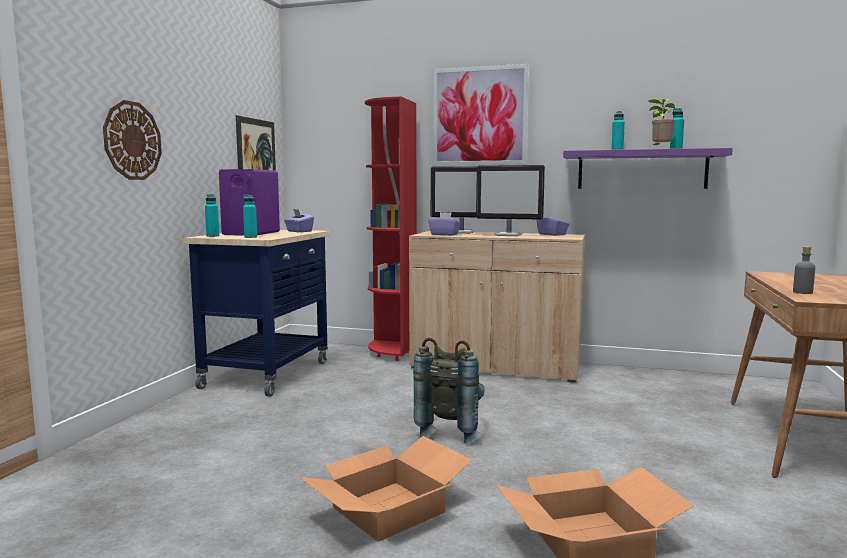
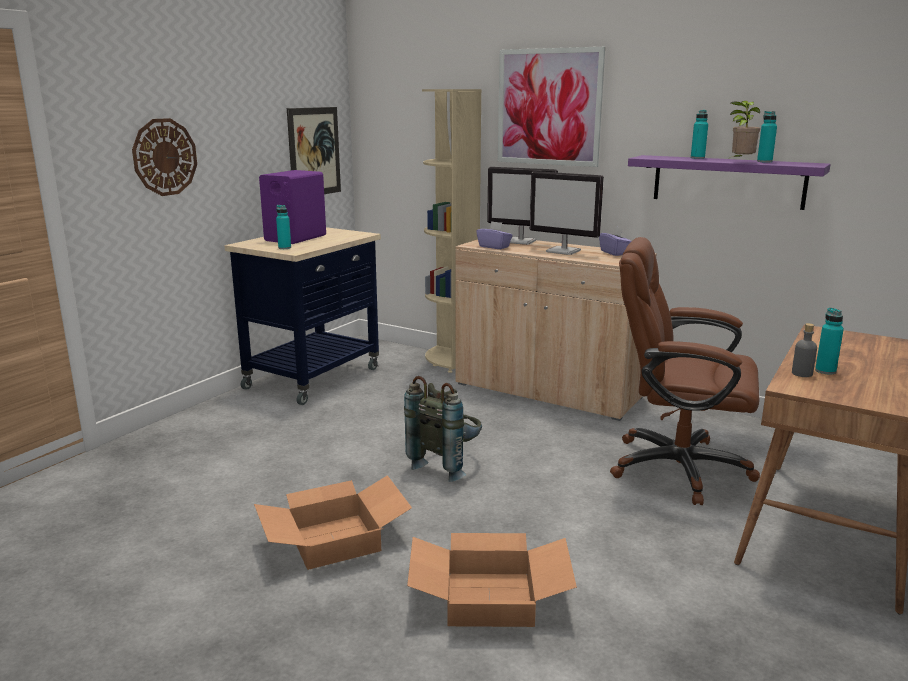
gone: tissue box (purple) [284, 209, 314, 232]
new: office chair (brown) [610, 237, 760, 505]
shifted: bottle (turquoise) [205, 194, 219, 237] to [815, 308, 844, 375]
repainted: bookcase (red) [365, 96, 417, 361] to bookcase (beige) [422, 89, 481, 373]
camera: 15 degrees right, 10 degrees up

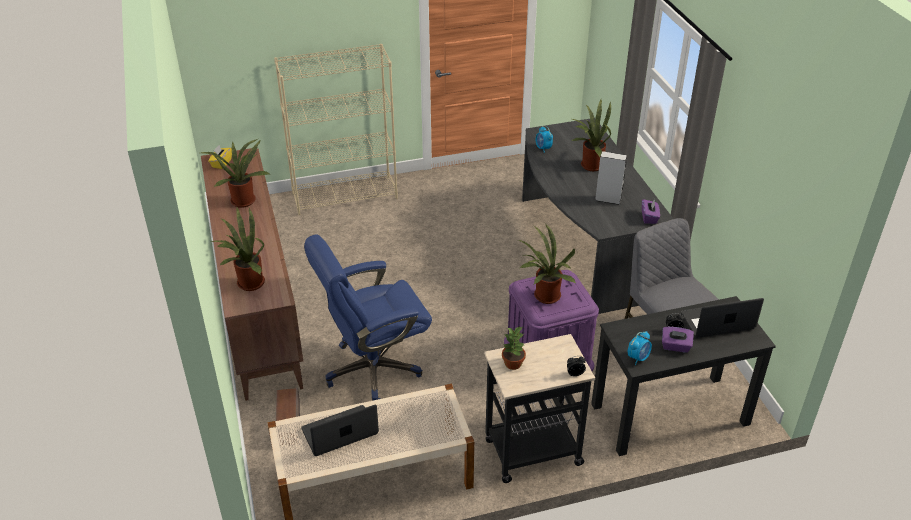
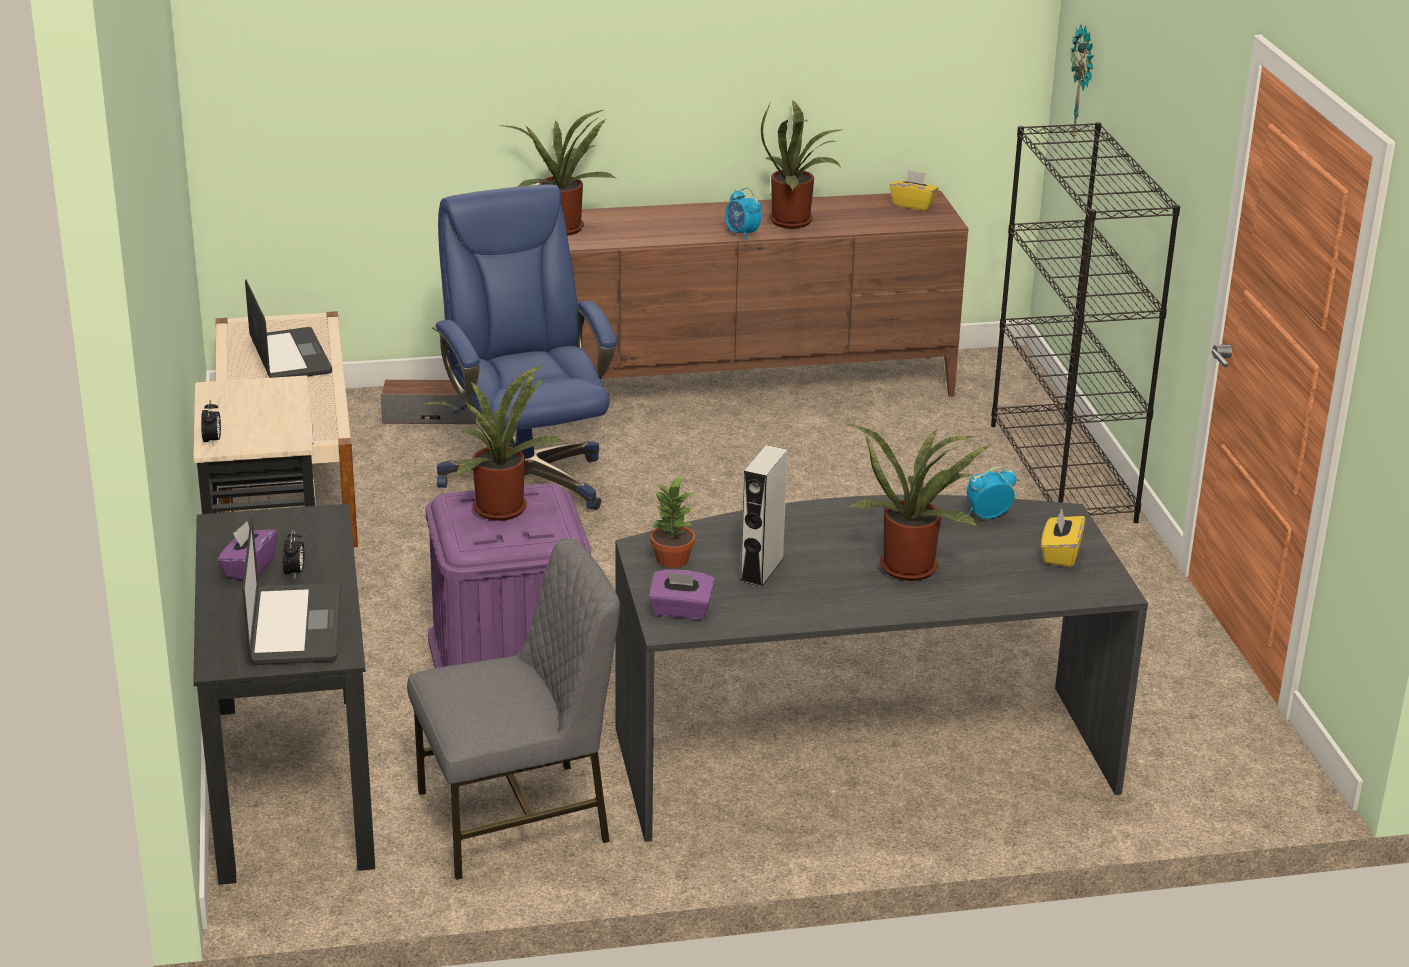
new: tissue box (yellow) [1041, 508, 1085, 567]; wall clock [1071, 24, 1094, 141]
shifted: potted plant [502, 327, 526, 370] to [649, 476, 695, 568]; alarm clock [628, 331, 652, 365] to [725, 188, 761, 240]
repainted: bookcase (beige) [274, 44, 398, 215] to bookcase (black) [991, 122, 1180, 523]
camera: 95 degrees right, 10 degrees down

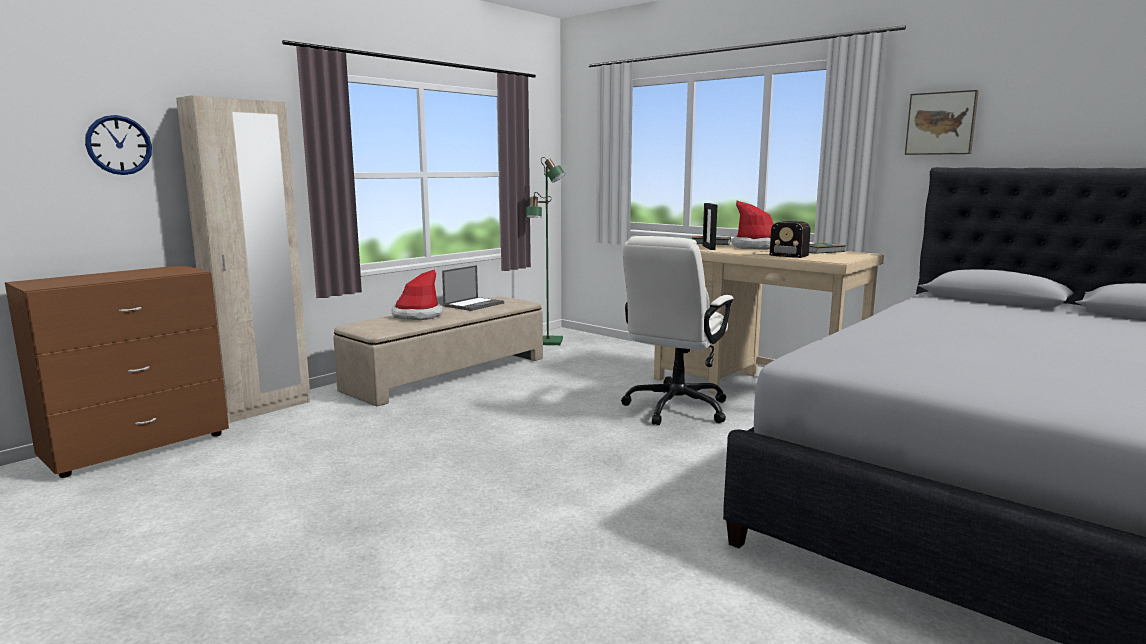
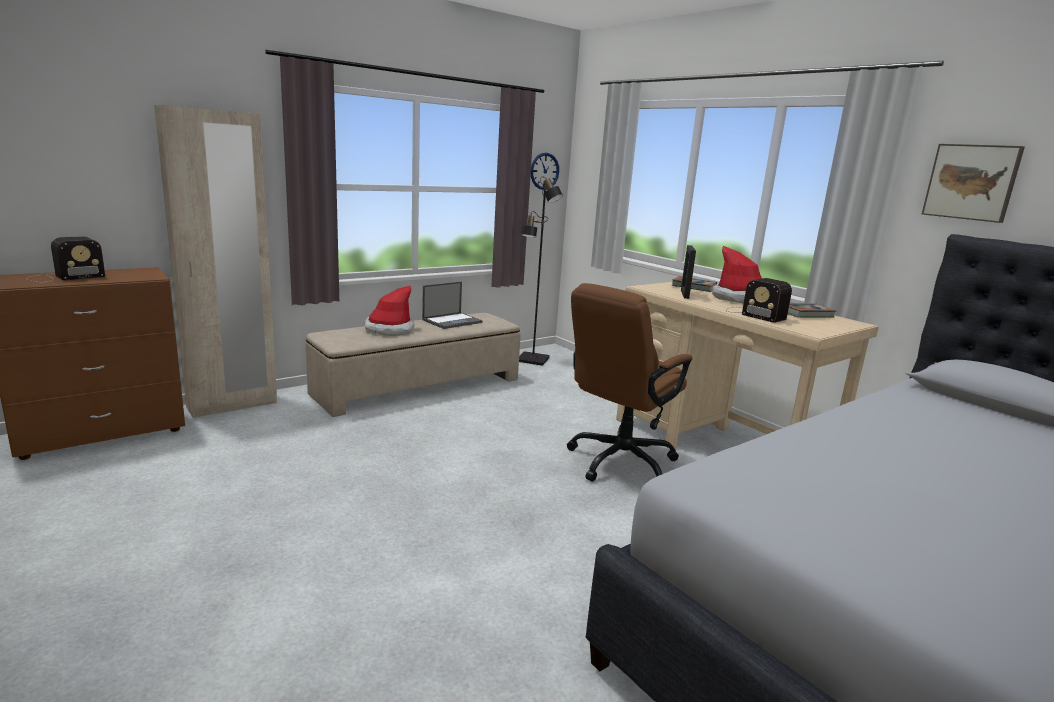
new: radio [26, 236, 105, 283]
shifted: wall clock [85, 115, 152, 175] to [531, 153, 559, 190]
repainted: floor lamp (green) [526, 157, 565, 345] to floor lamp (black) [519, 176, 563, 366]; office chair (white) [621, 236, 733, 425] to office chair (brown) [567, 283, 692, 482]
camera: 10 degrees right, 5 degrees up

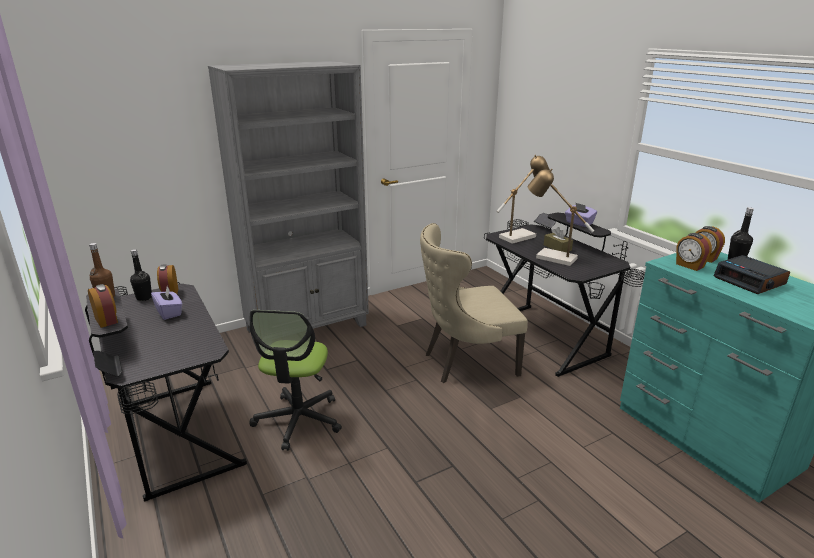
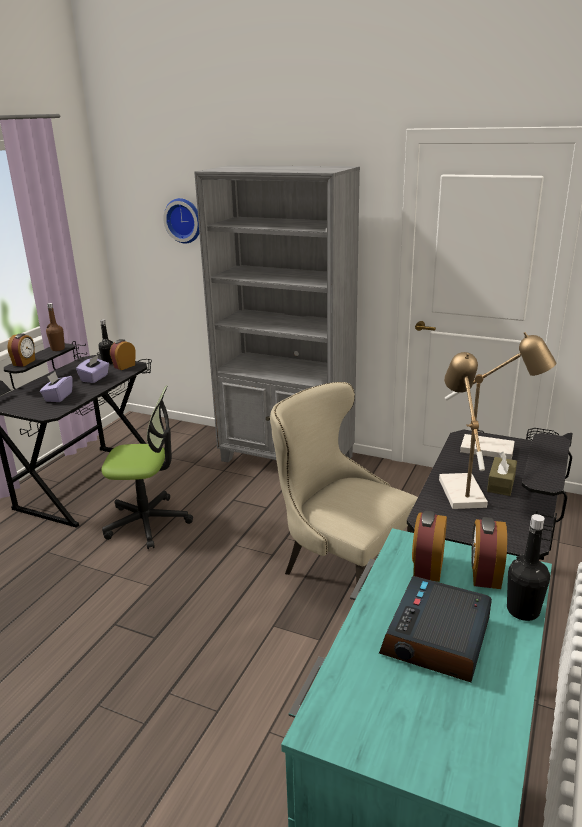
new: wall clock [163, 198, 199, 243]
shifted: tissue box (purple) [565, 202, 597, 227] to [40, 372, 73, 402]
rotated: office chair [250, 310, 342, 451] = [102, 385, 193, 549] 150 degrees counterclockwise
camera: 55 degrees right, 0 degrees up

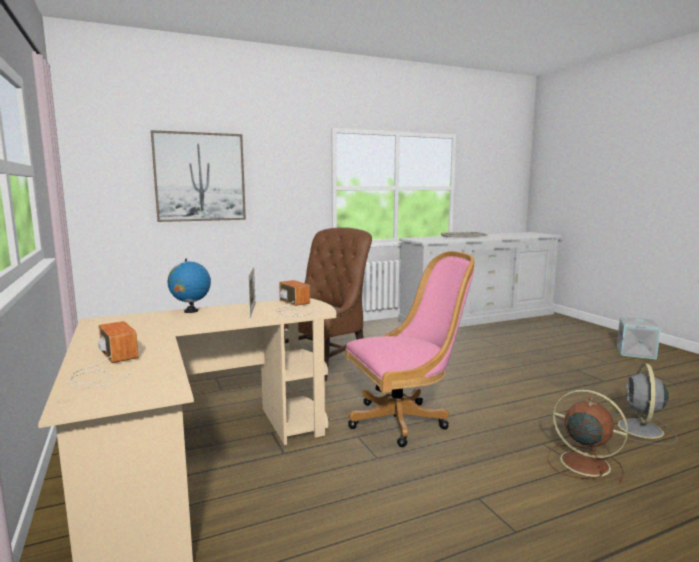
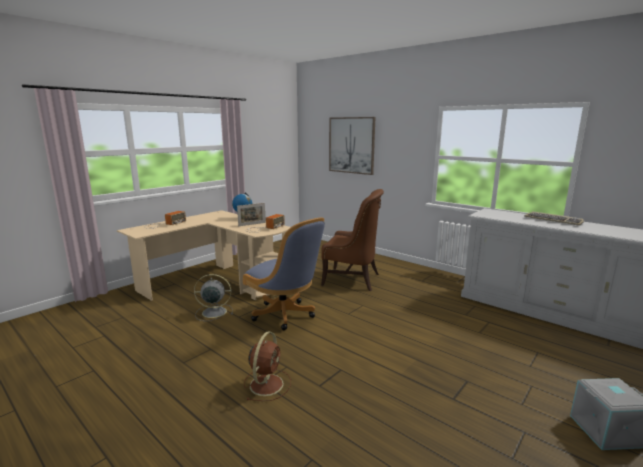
shifted: fan (grey) [612, 363, 677, 444] to [194, 274, 233, 321]
repainted: office chair (pink) [345, 251, 475, 447] to office chair (blue) [243, 217, 325, 330]
camera: 65 degrees right, 5 degrees up

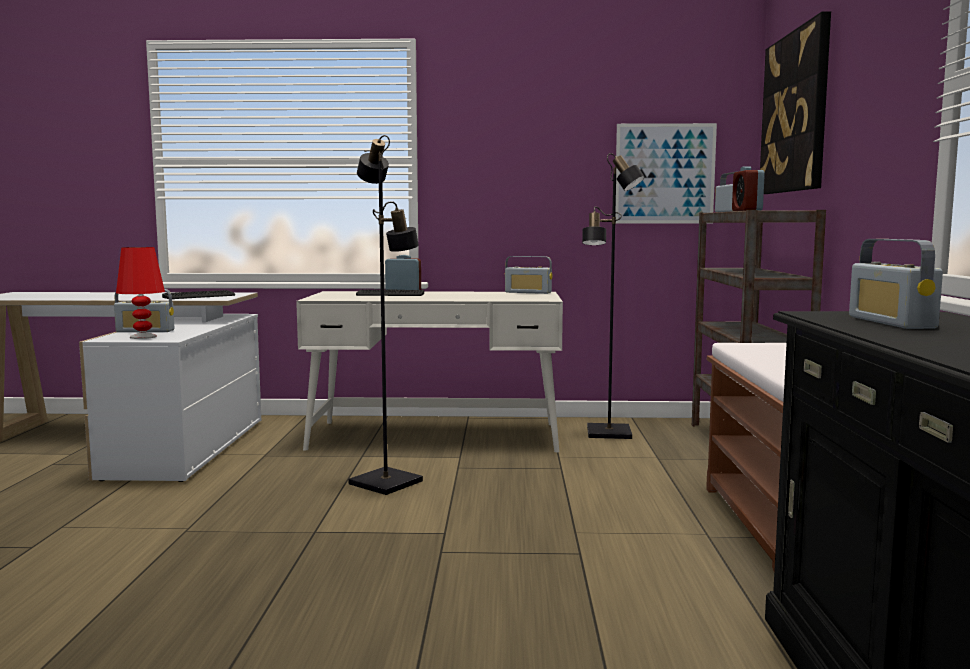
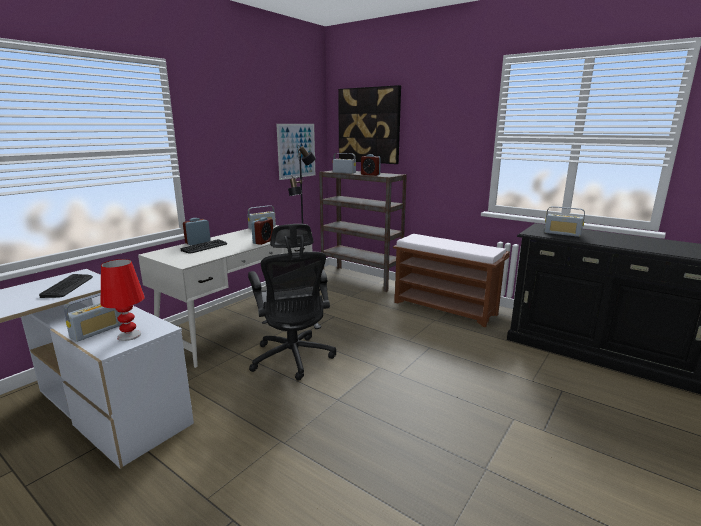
new: alarm clock [251, 217, 273, 245]
swapped: floor lamp (black) [349, 135, 423, 495] to office chair [248, 224, 336, 381]
camera: 55 degrees left, 10 degrees up

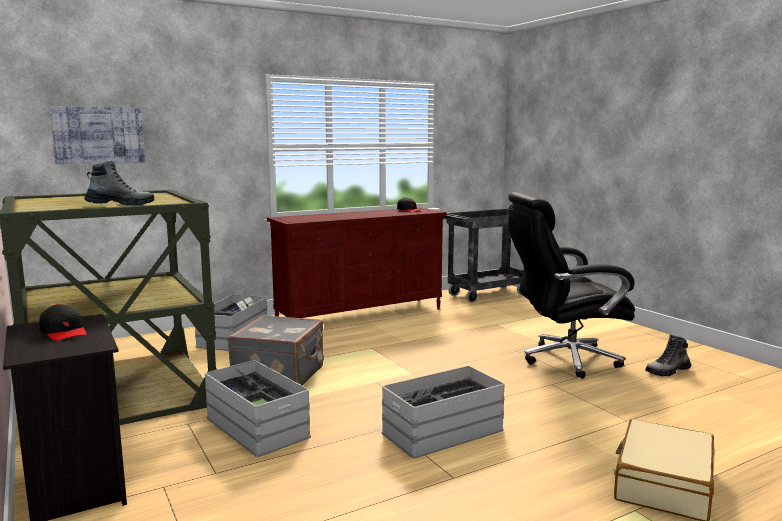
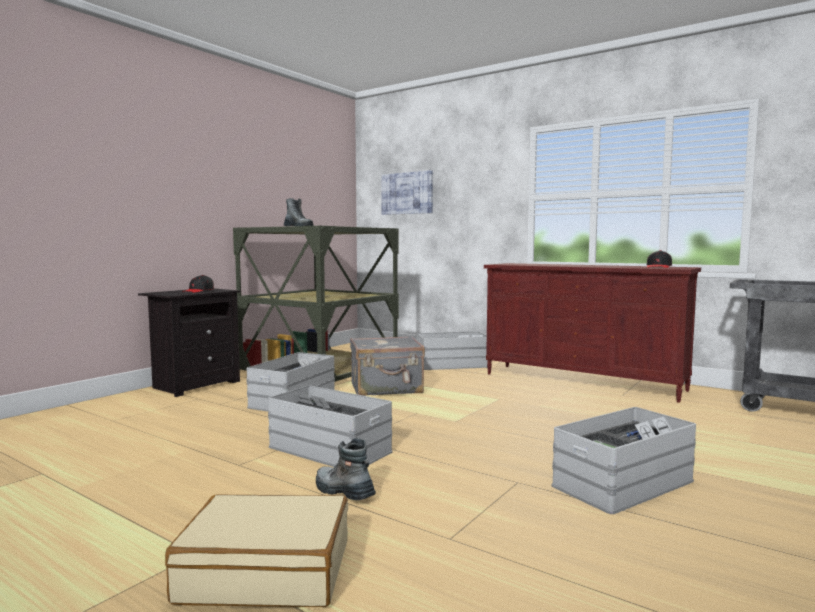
shifted: boot [645, 335, 691, 376] to [316, 438, 376, 500]
swapped: office chair (black) [508, 192, 635, 379] to storage box (grey) [552, 407, 696, 514]
camera: 65 degrees right, 5 degrees down

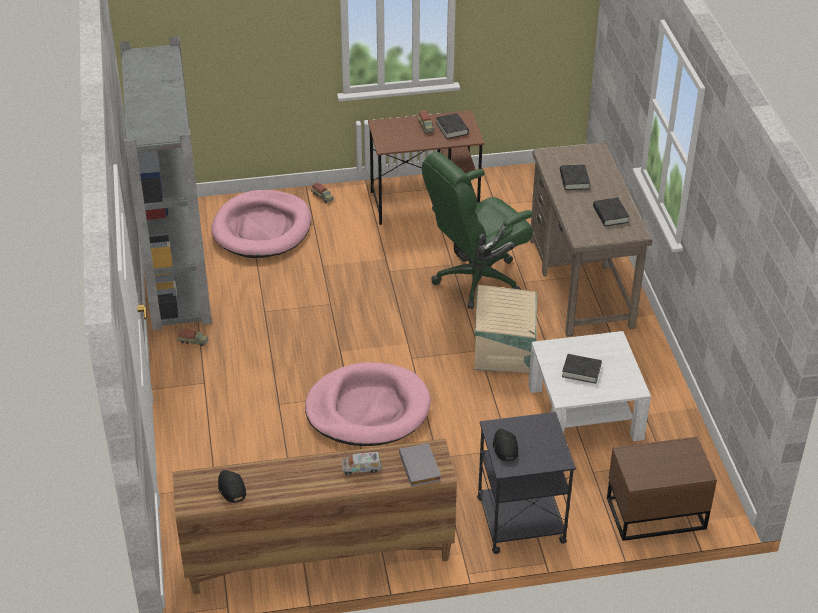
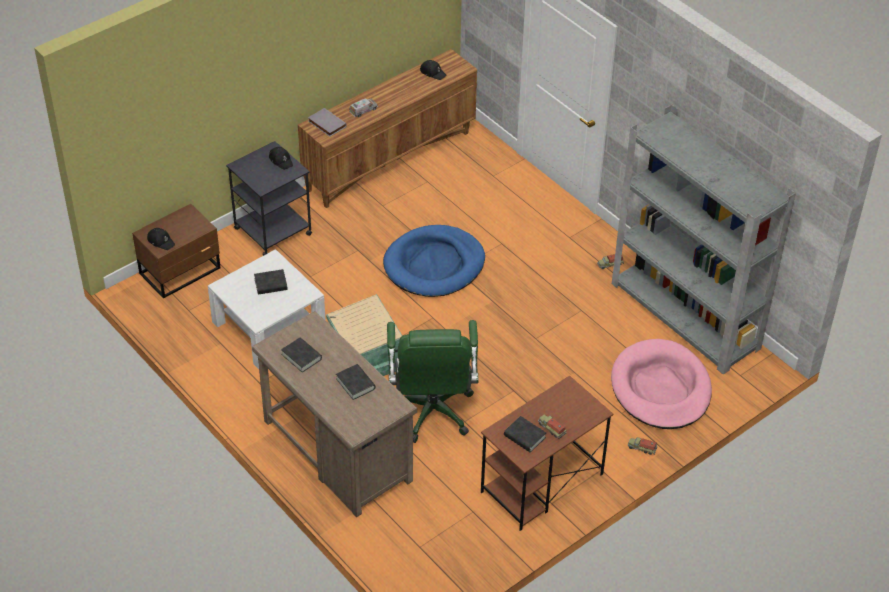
new: cap (black) [147, 228, 175, 250]
repainted: dog bed (pink) [305, 362, 431, 446] to dog bed (blue) [383, 225, 485, 297]
rotated: office chair (green) [422, 152, 533, 309] = [387, 320, 478, 443] 150 degrees clockwise
camera: 150 degrees right, 5 degrees up

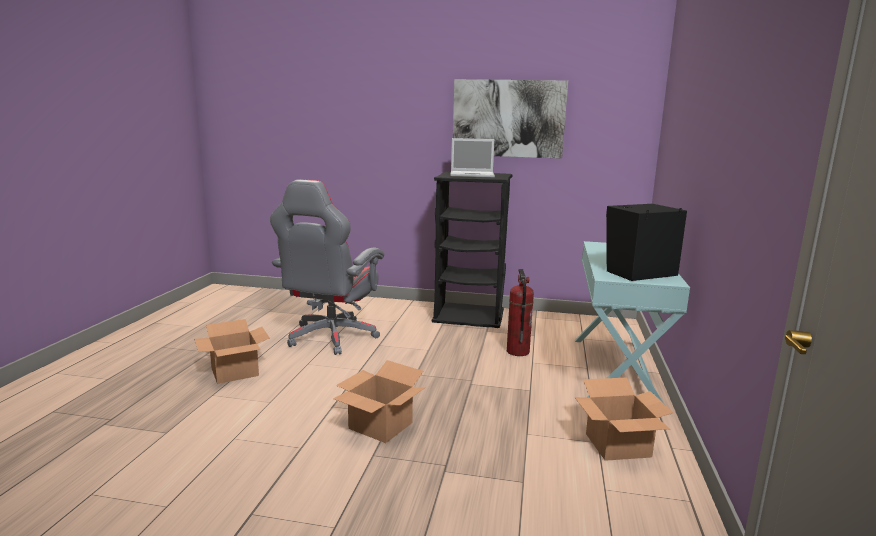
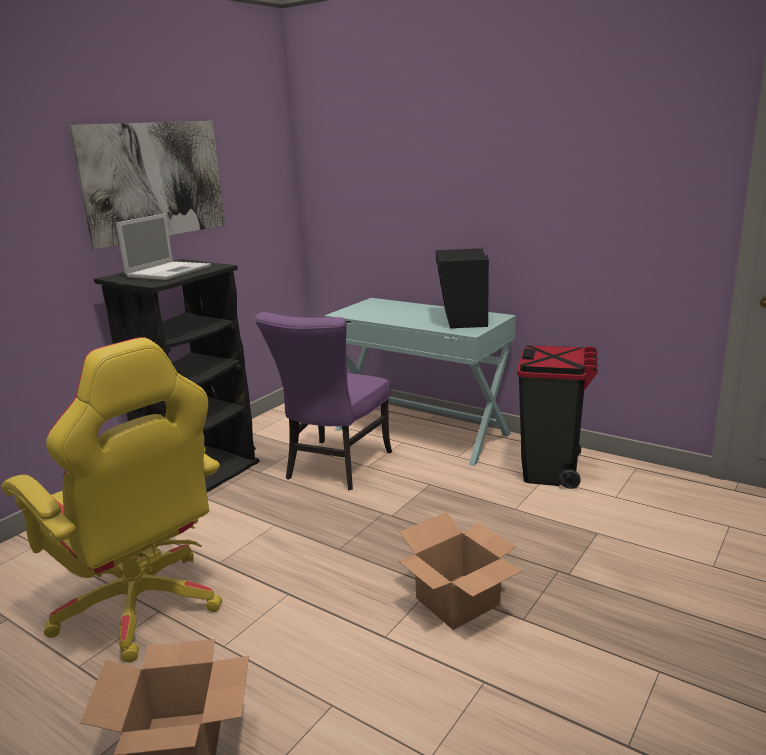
swapped: fire extinguisher [507, 269, 534, 356] to chair (purple) [254, 312, 392, 490]; cardboard box [575, 377, 673, 461] to trash can (black) [517, 345, 598, 489]
repainted: office chair (grey) [270, 179, 384, 355] to office chair (yellow) [2, 337, 222, 662]
camera: 65 degrees left, 5 degrees up

